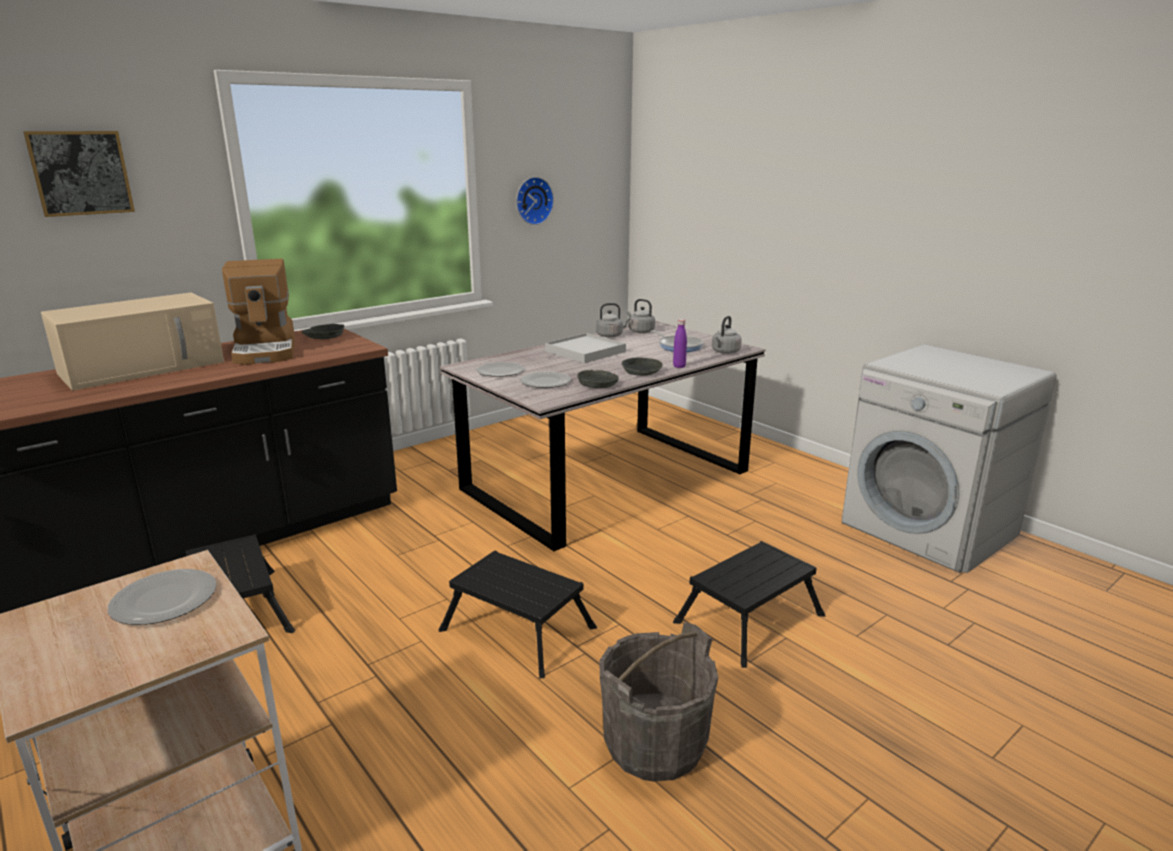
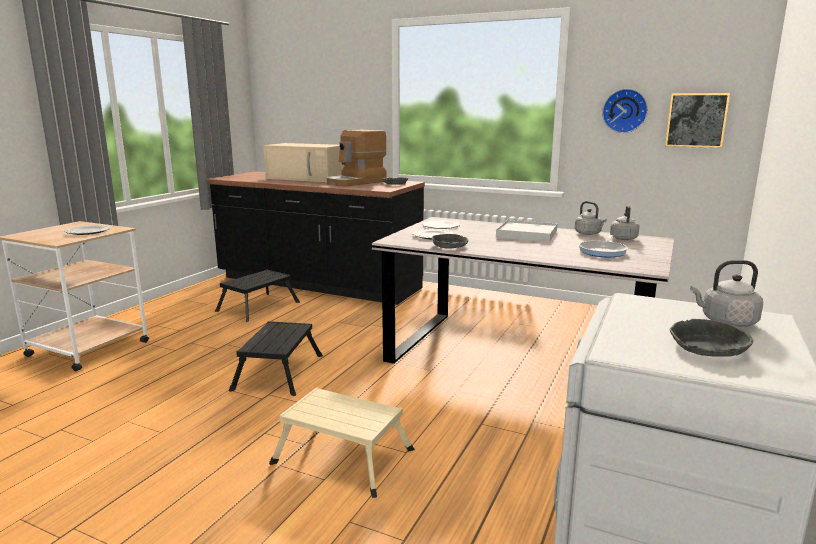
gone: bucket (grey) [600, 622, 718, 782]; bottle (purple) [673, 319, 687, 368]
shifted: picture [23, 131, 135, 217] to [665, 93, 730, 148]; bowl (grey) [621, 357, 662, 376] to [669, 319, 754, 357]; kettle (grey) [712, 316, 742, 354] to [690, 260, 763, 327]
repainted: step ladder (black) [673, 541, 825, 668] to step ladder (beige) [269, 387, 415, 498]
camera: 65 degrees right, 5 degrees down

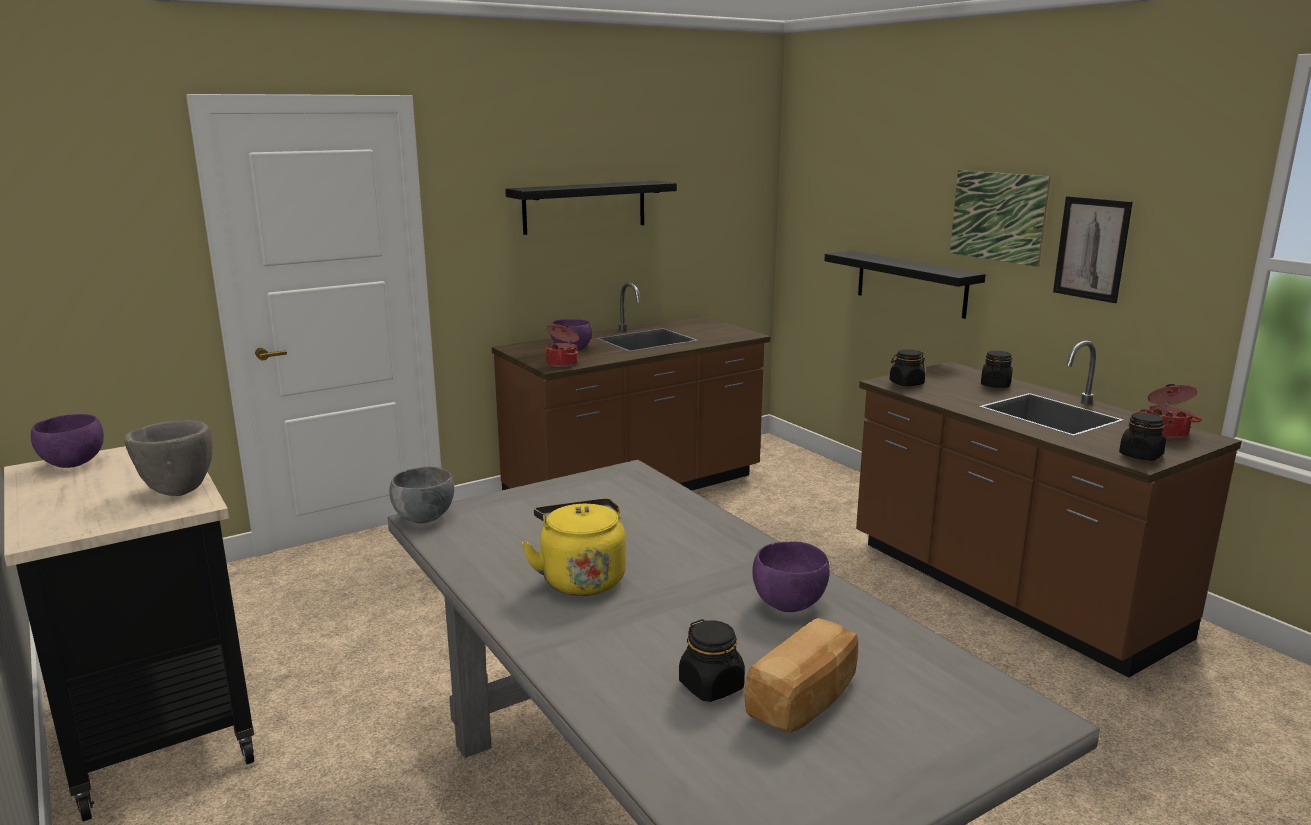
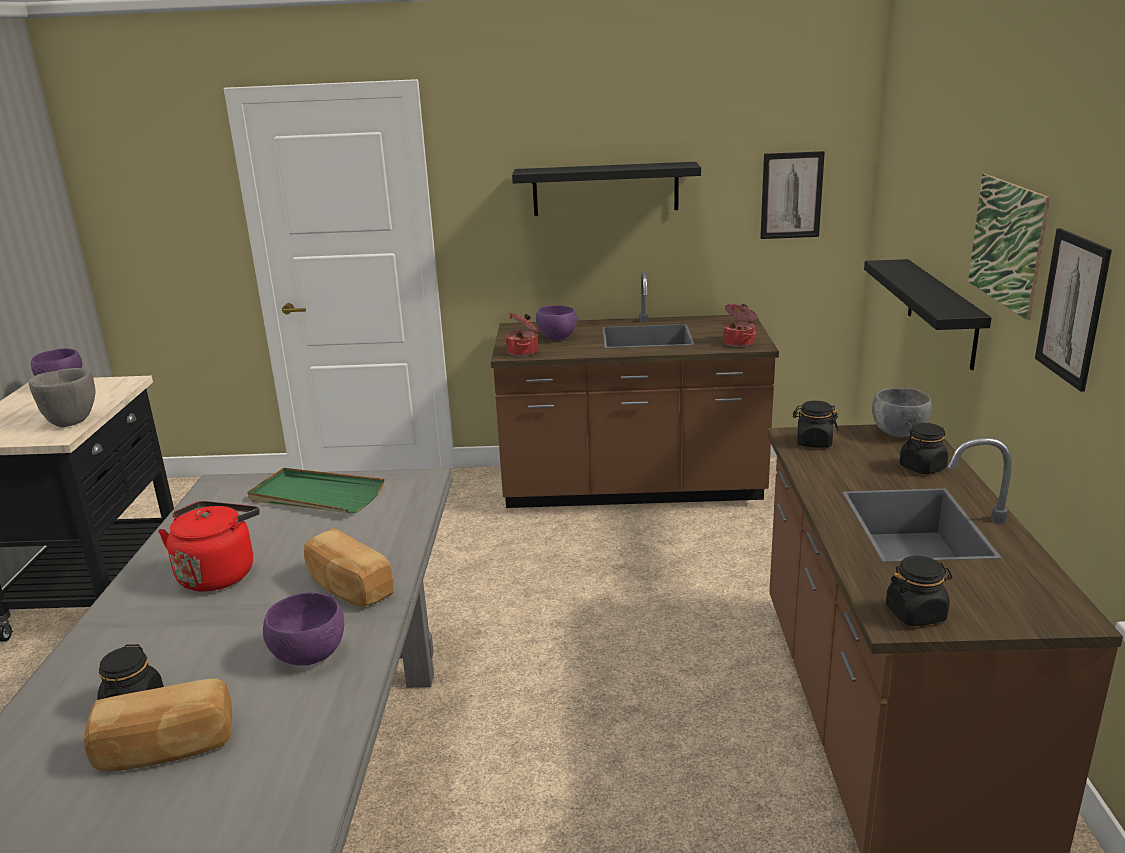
new: tray (green) [247, 468, 385, 513]; bread [304, 528, 394, 607]; picture [760, 151, 825, 239]
shifted: bowl (grey) [389, 466, 454, 523] to [872, 388, 932, 437]; cooking pot [1138, 384, 1202, 438] to [723, 304, 758, 347]
repainted: kettle (yellow) [522, 498, 626, 596] to kettle (red) [158, 501, 260, 592]
camera: 35 degrees right, 5 degrees up

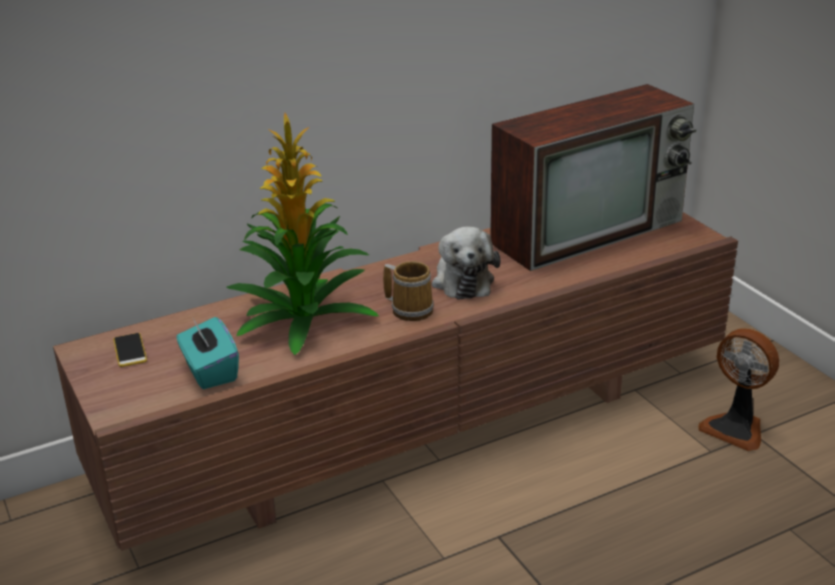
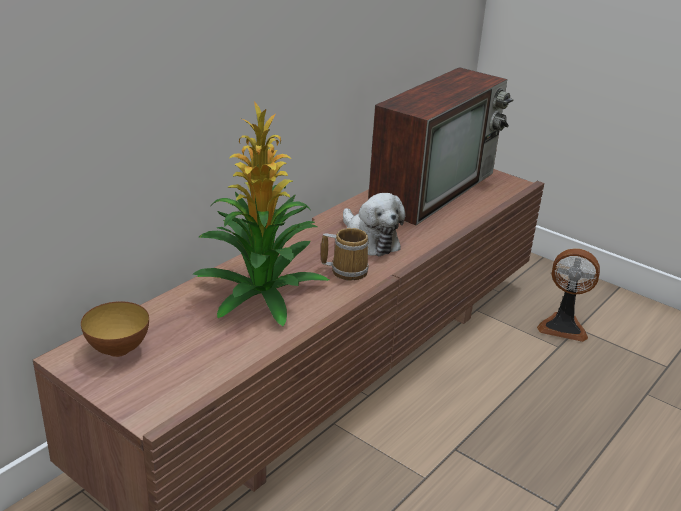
gone: tissue box (turquoise) [176, 317, 239, 389]
swapped: phone [113, 333, 147, 367] to bowl [81, 301, 149, 357]
camera: 25 degrees left, 0 degrees up

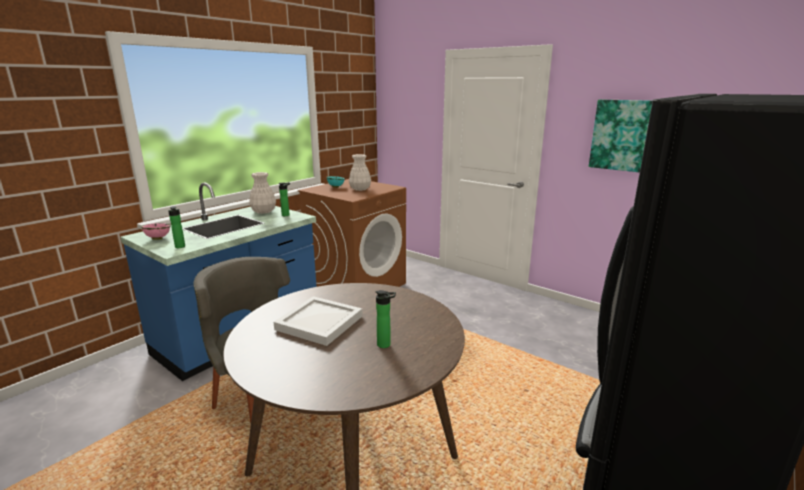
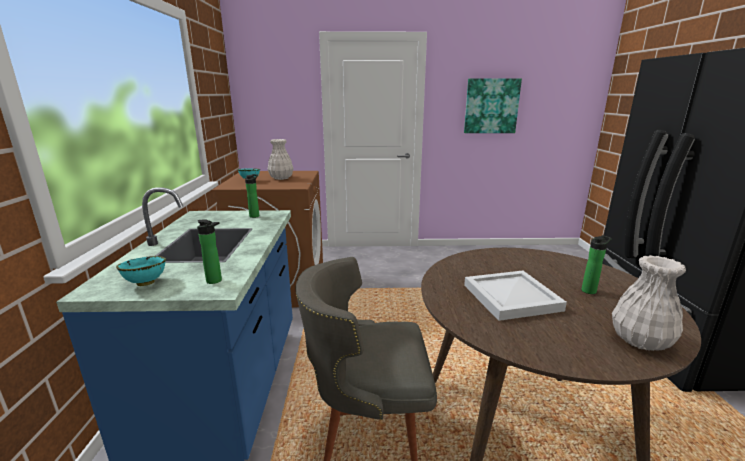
shifted: vase (white) [249, 172, 276, 214] to [612, 255, 686, 351]
repainted: bowl (pink) [141, 223, 171, 240] to bowl (turquoise) [116, 256, 166, 286]
camera: 40 degrees left, 0 degrees up

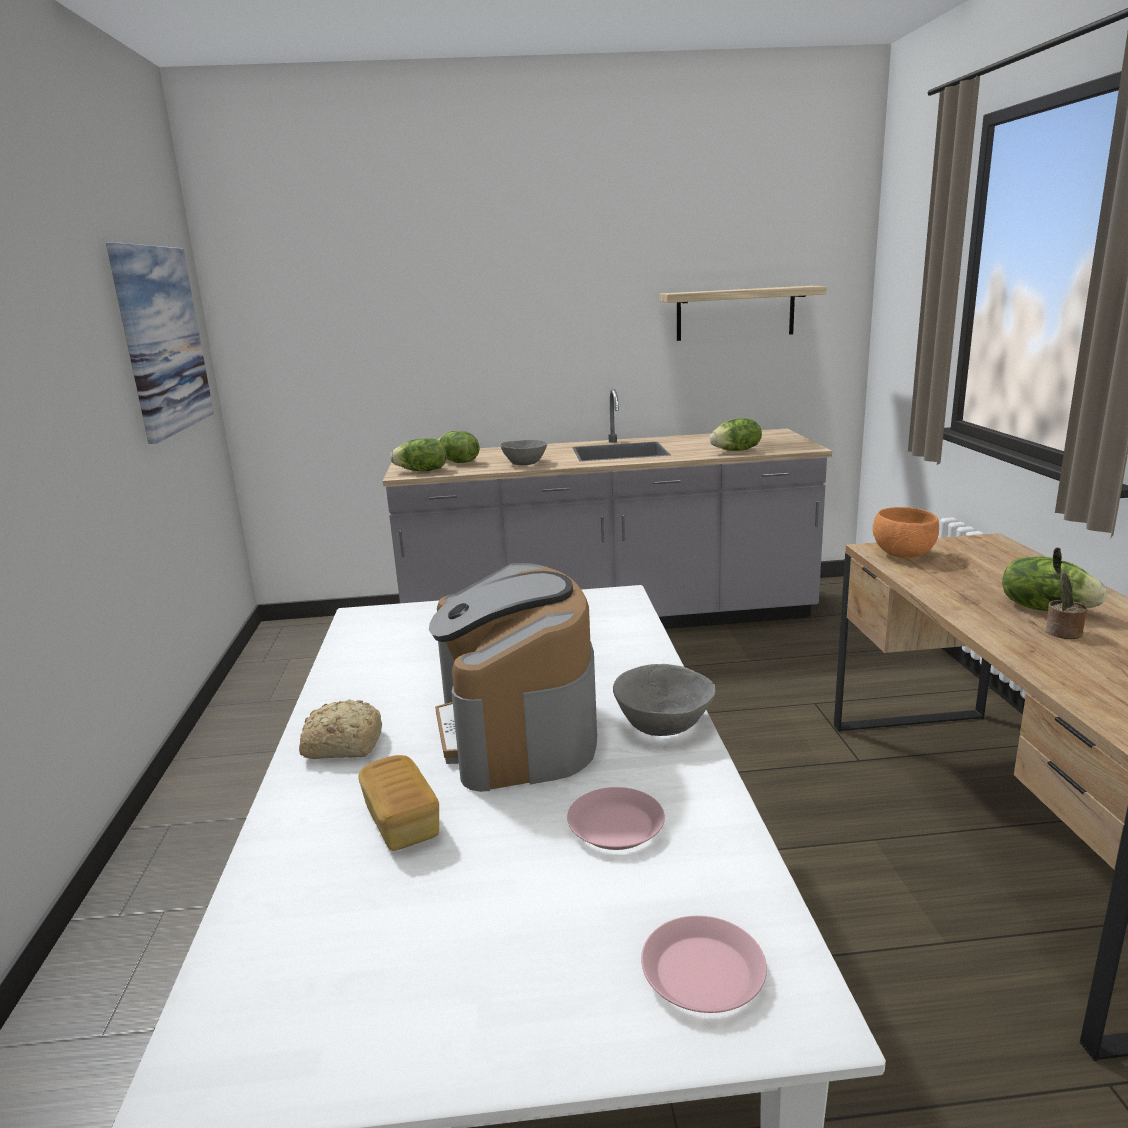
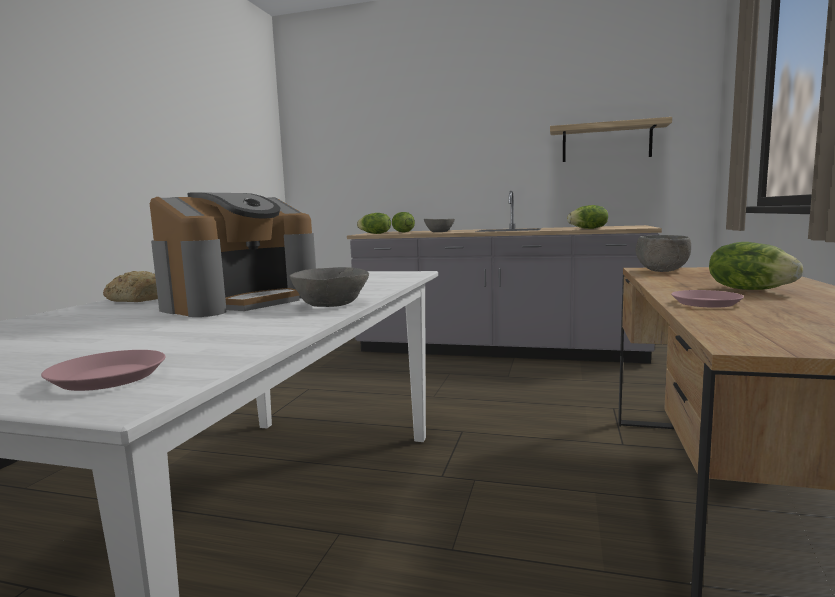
gone: picture [106, 242, 214, 444]; bread [358, 755, 439, 851]; potted plant [1046, 547, 1087, 639]
shifted: plate (pink) [567, 787, 665, 850] to [671, 290, 744, 308]
repainted: bowl (orange) [873, 507, 939, 558] to bowl (grey) [636, 235, 691, 272]
rotated: coffee machine [429, 563, 597, 792] = [150, 192, 316, 317] 150 degrees counterclockwise
camera: 20 degrees right, 10 degrees down

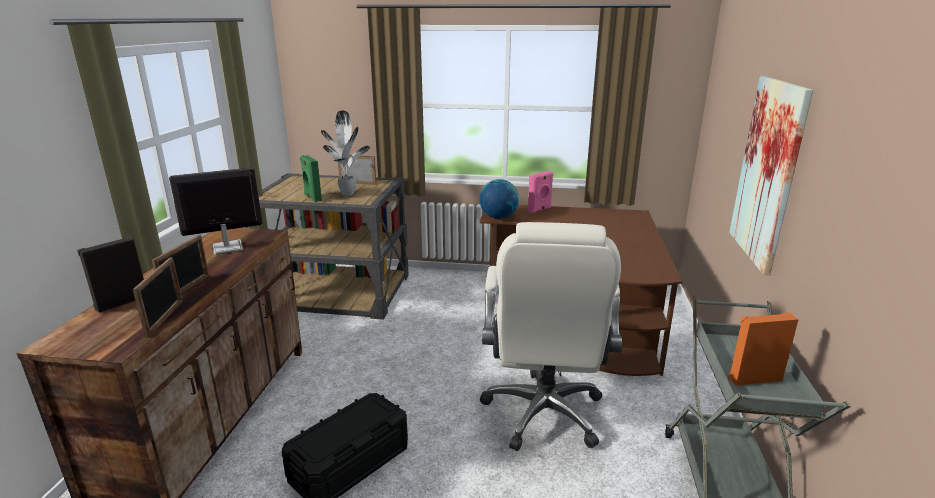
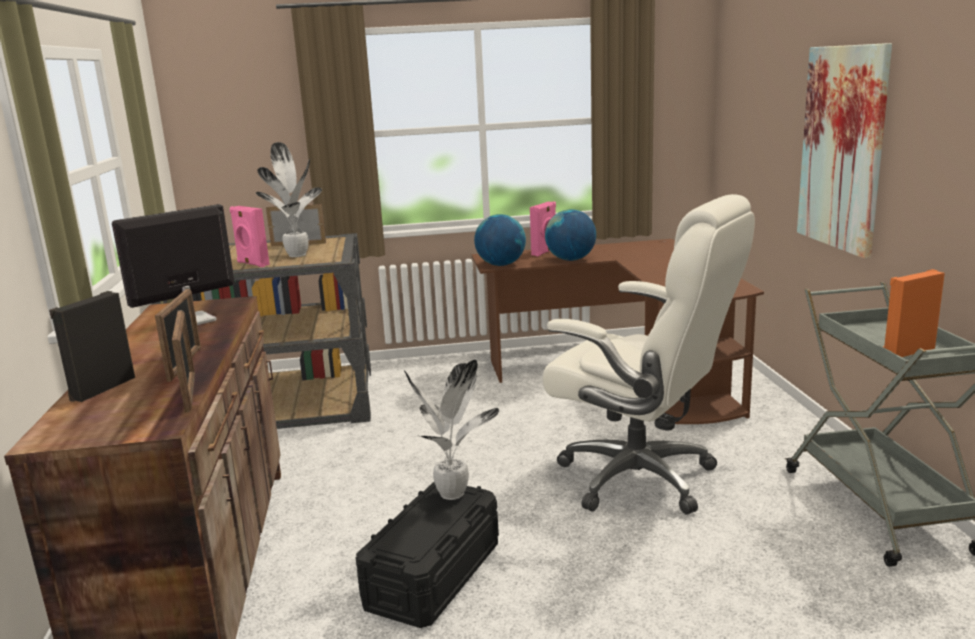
new: potted plant [404, 360, 499, 500]; globe [545, 209, 596, 261]
repainted: speaker (green) [300, 155, 322, 202] to speaker (pink) [230, 206, 270, 267]
rotated: office chair (white) [480, 222, 622, 451] = [543, 194, 755, 515] 45 degrees counterclockwise
camera: 15 degrees left, 5 degrees down

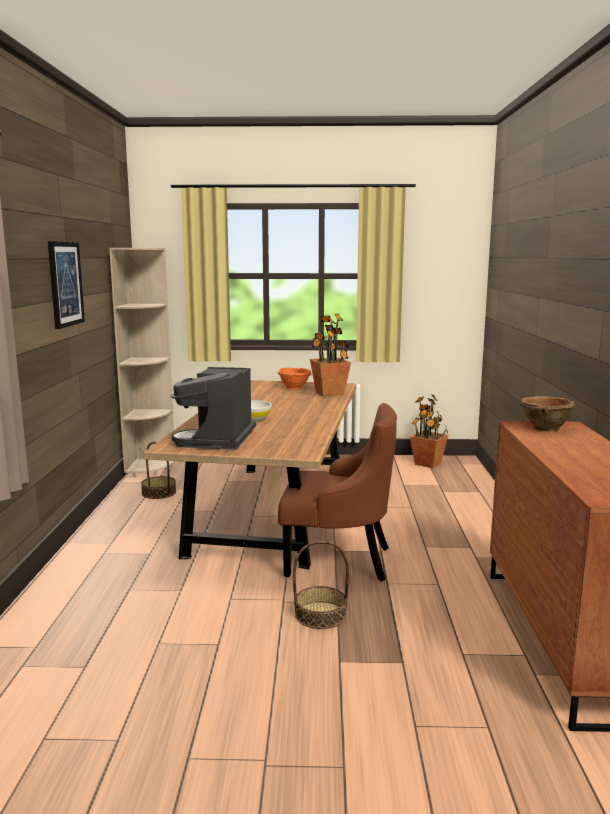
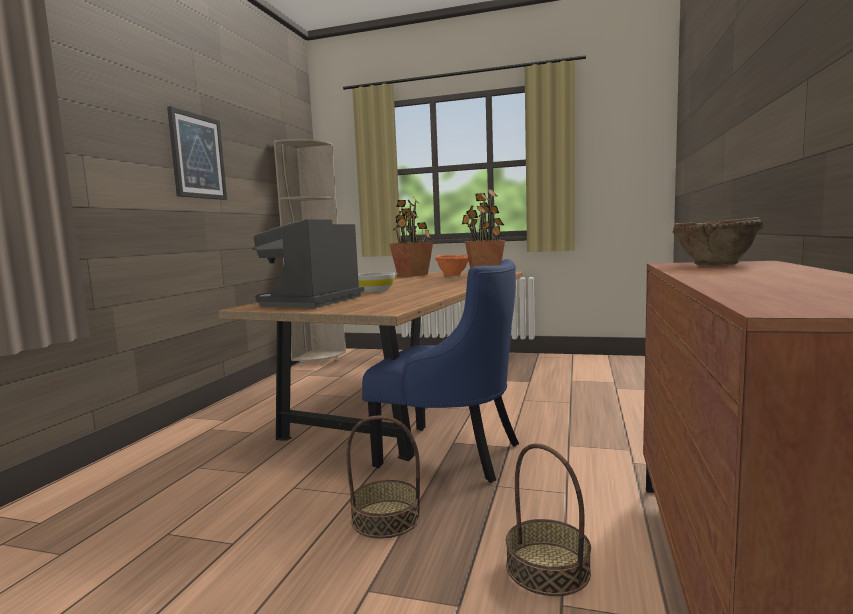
shifted: basket [141, 442, 176, 499] to [506, 443, 591, 596]; potted plant [410, 394, 448, 468] to [389, 197, 433, 277]
repainted: chair (brown) [278, 403, 397, 582] to chair (blue) [362, 259, 519, 483]
camera: 15 degrees right, 5 degrees down

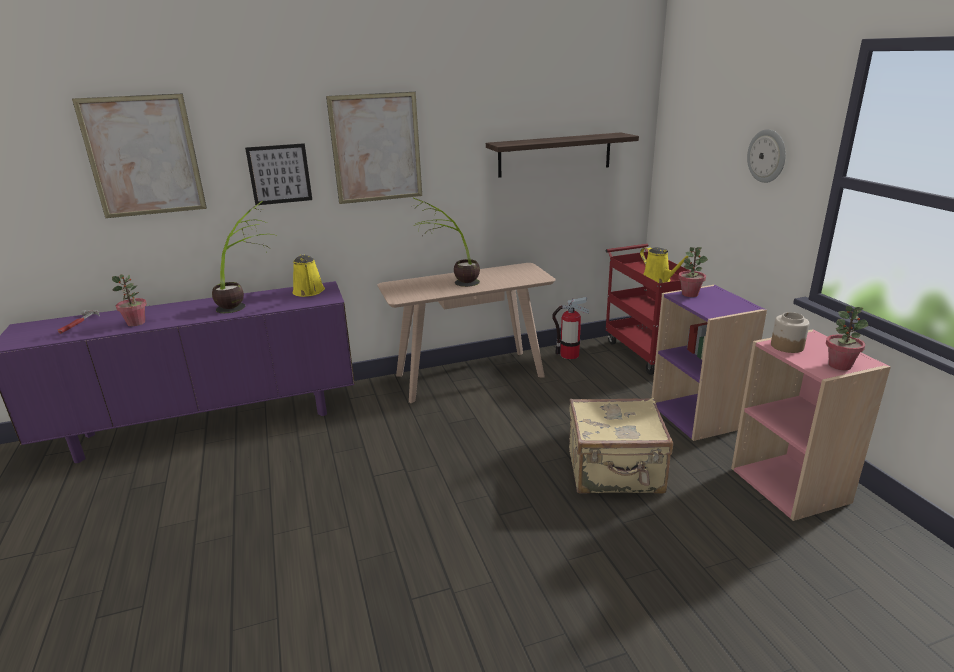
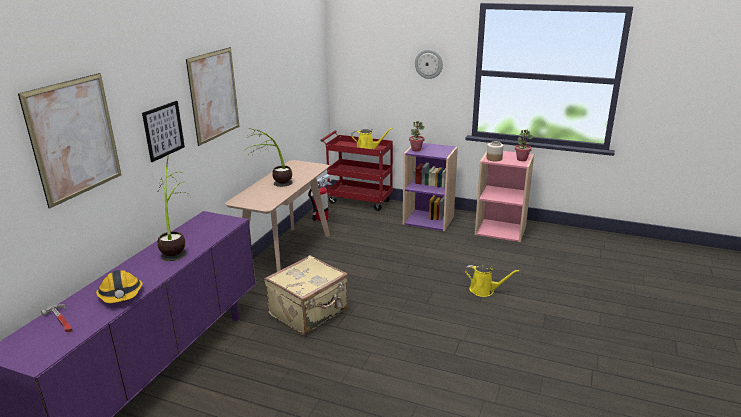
gone: shelf [486, 132, 639, 178]
shifted: watering can (yellow) [293, 254, 325, 297] to [465, 265, 519, 297]; suitcase (beige) [569, 398, 673, 494] to [264, 255, 348, 335]
swapped: potted plant [112, 274, 147, 326] to hard hat [96, 270, 143, 303]
camera: 50 degrees left, 0 degrees up

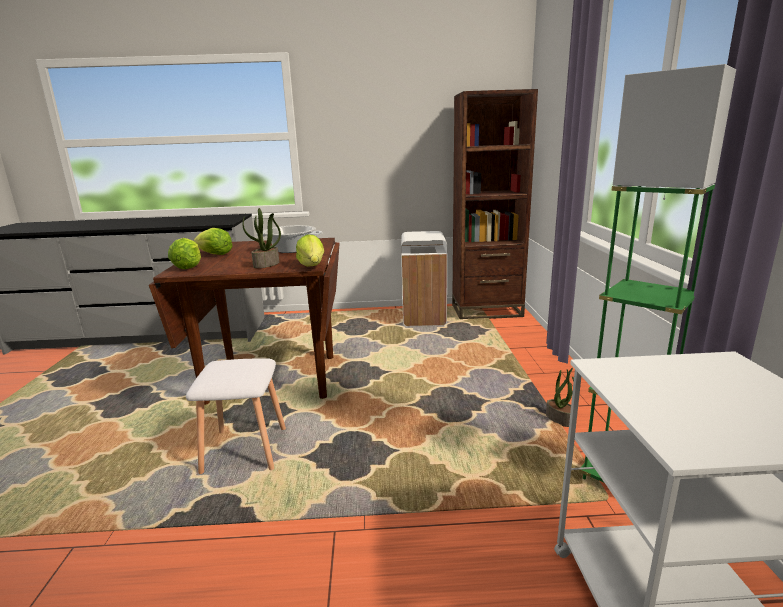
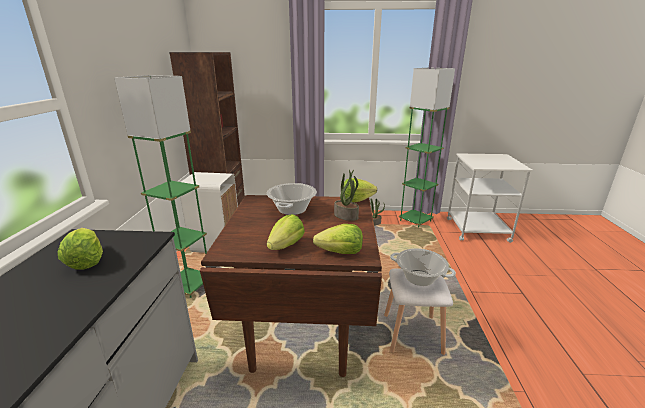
new: lettuce [58, 228, 103, 269]; floor lamp (green) [115, 75, 207, 298]; cooking pot [390, 248, 456, 286]
camera: 85 degrees left, 5 degrees up

